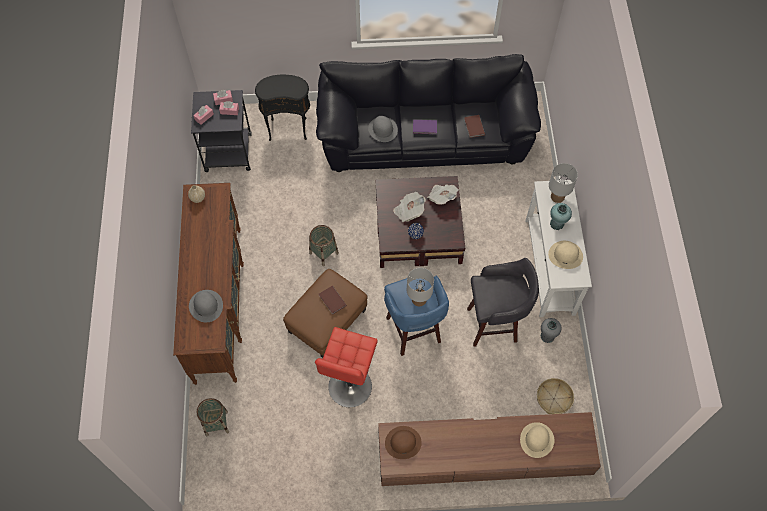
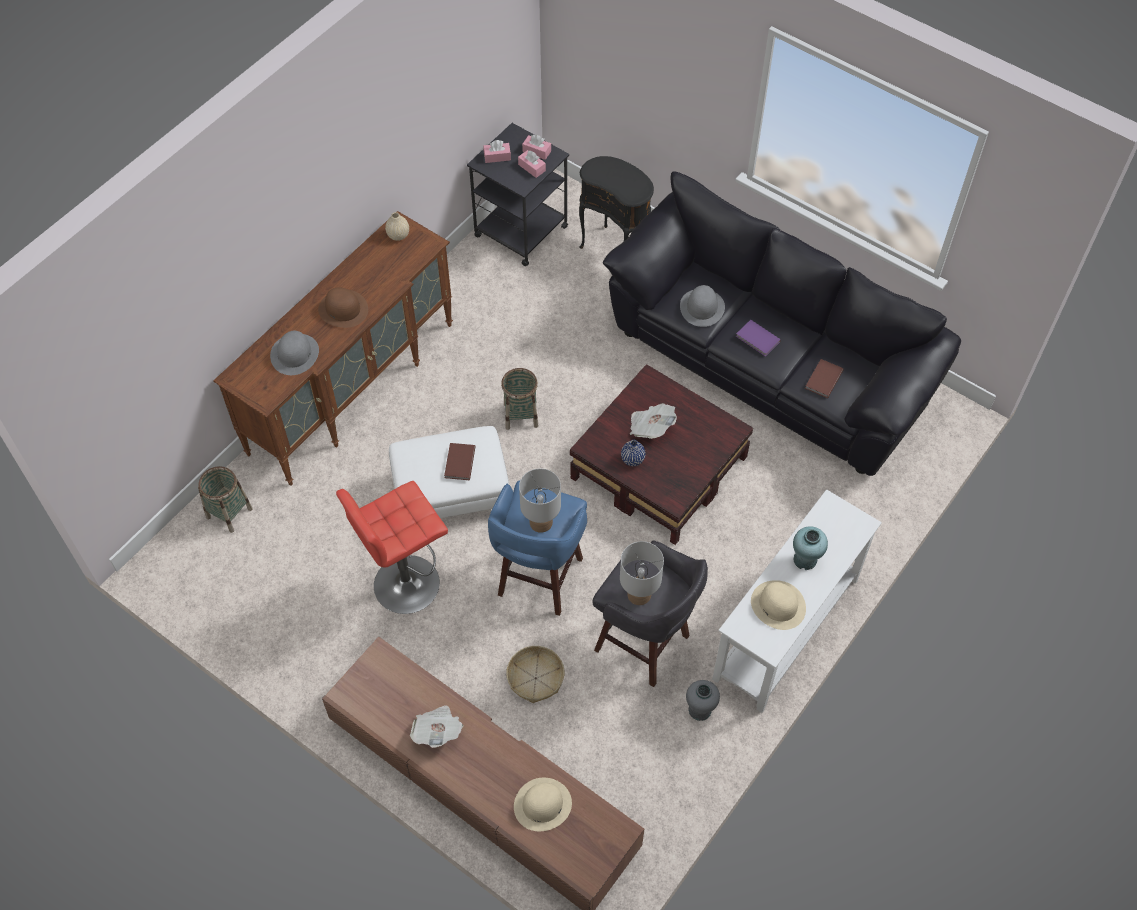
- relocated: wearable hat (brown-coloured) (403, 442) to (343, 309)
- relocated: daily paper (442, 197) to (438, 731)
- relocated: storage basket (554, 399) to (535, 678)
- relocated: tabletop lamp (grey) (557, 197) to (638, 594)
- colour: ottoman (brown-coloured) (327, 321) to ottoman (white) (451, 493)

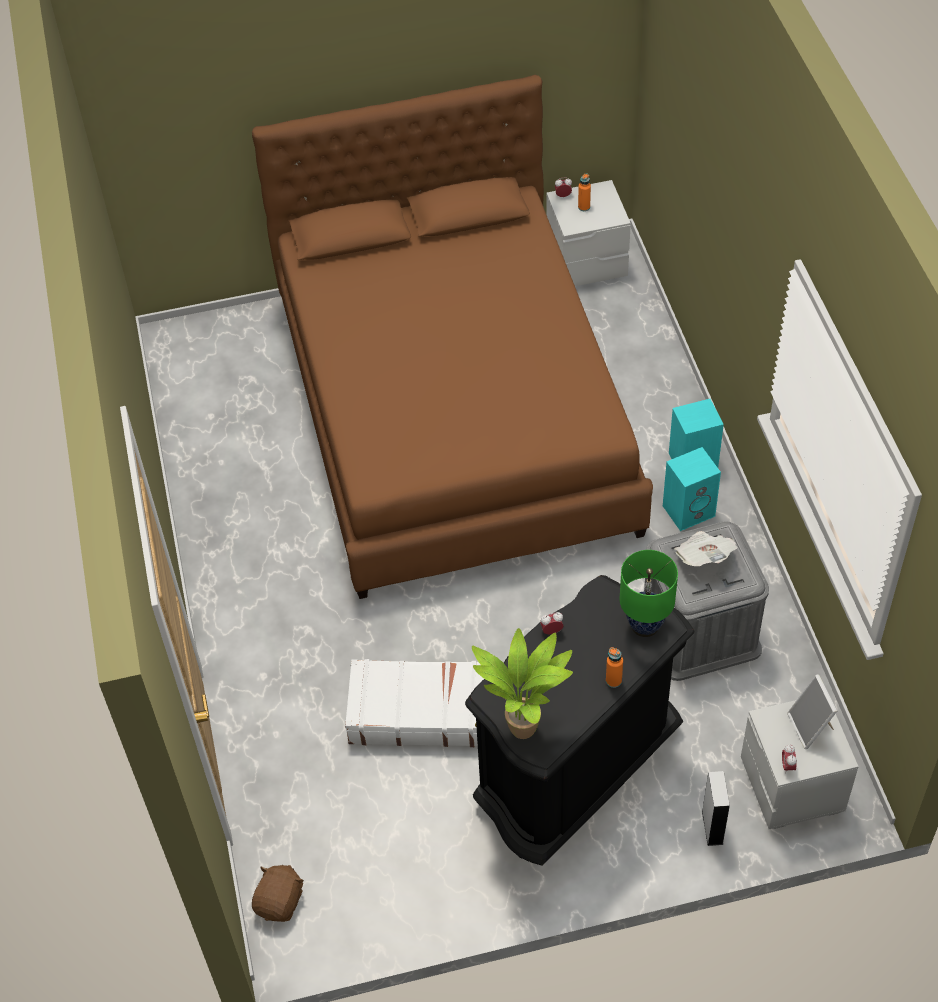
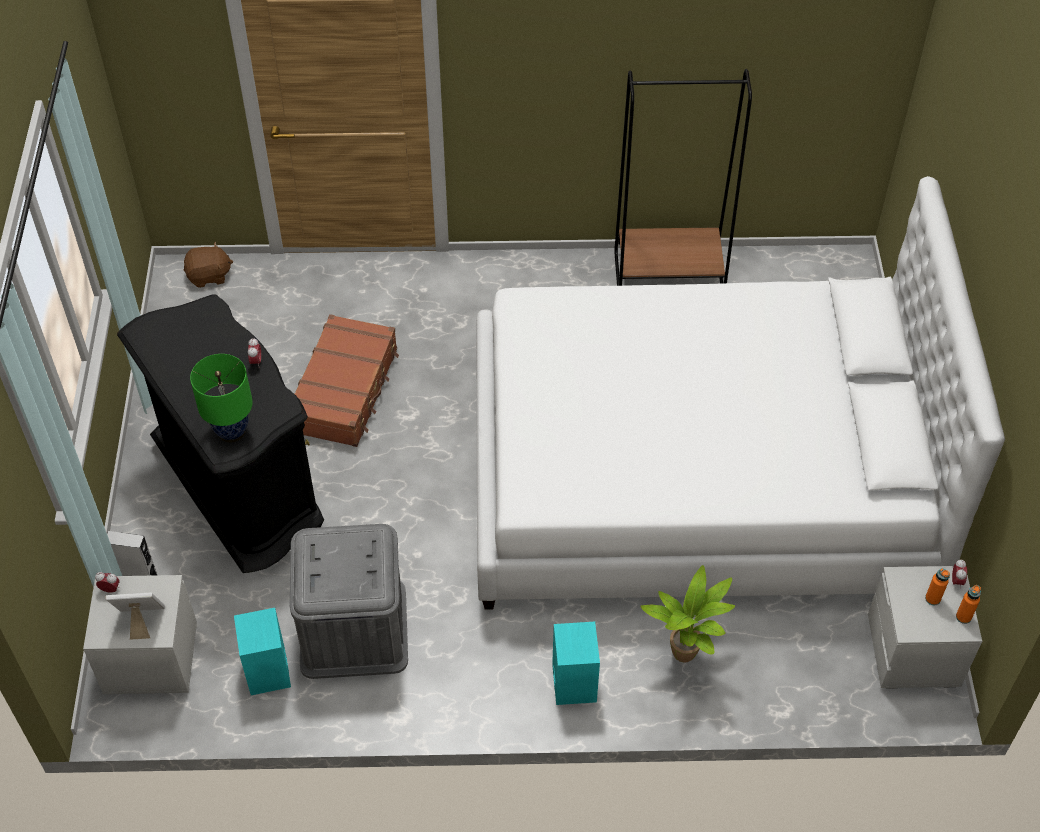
- missing: daily paper (704, 557)
- appeared: clothes rack (669, 274)
- relocated: plant in a pot (526, 726) to (686, 657)
- relocated: drink bottle (orange) (613, 680) to (963, 617)
- relocated: loudspeaker (turquoise) (689, 510) to (269, 672)
- colour: sleeping bed (brown-coloured) (454, 411) to sleeping bed (white) (698, 477)
- colour: travel case (white) (421, 711) to travel case (brown-coloured) (346, 390)
- spun: soft toy (brown-coloured) (280, 902) = (209, 276) 45 degrees counterclockwise

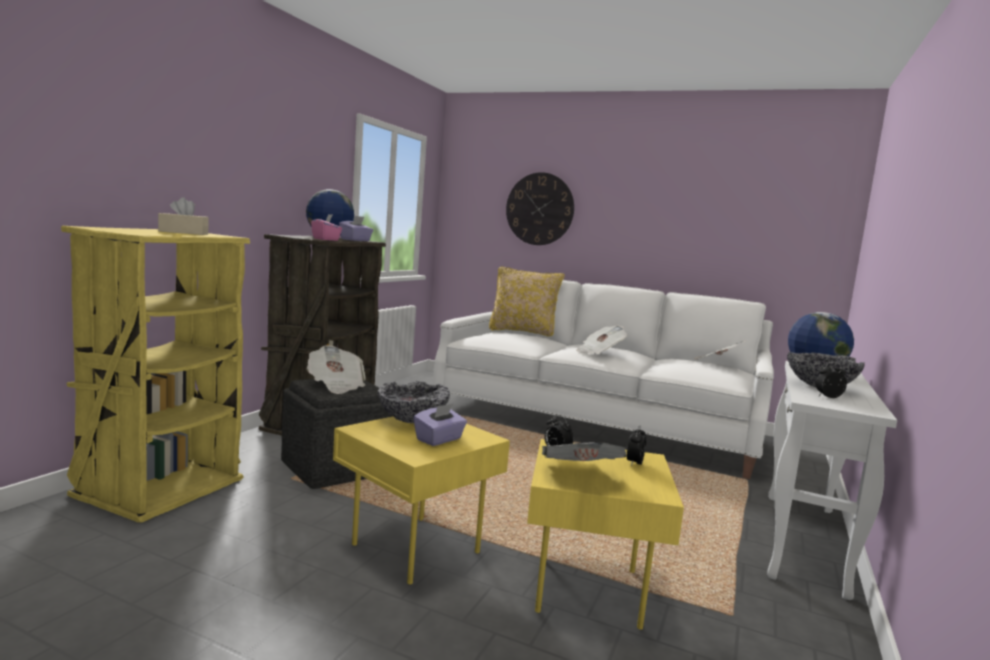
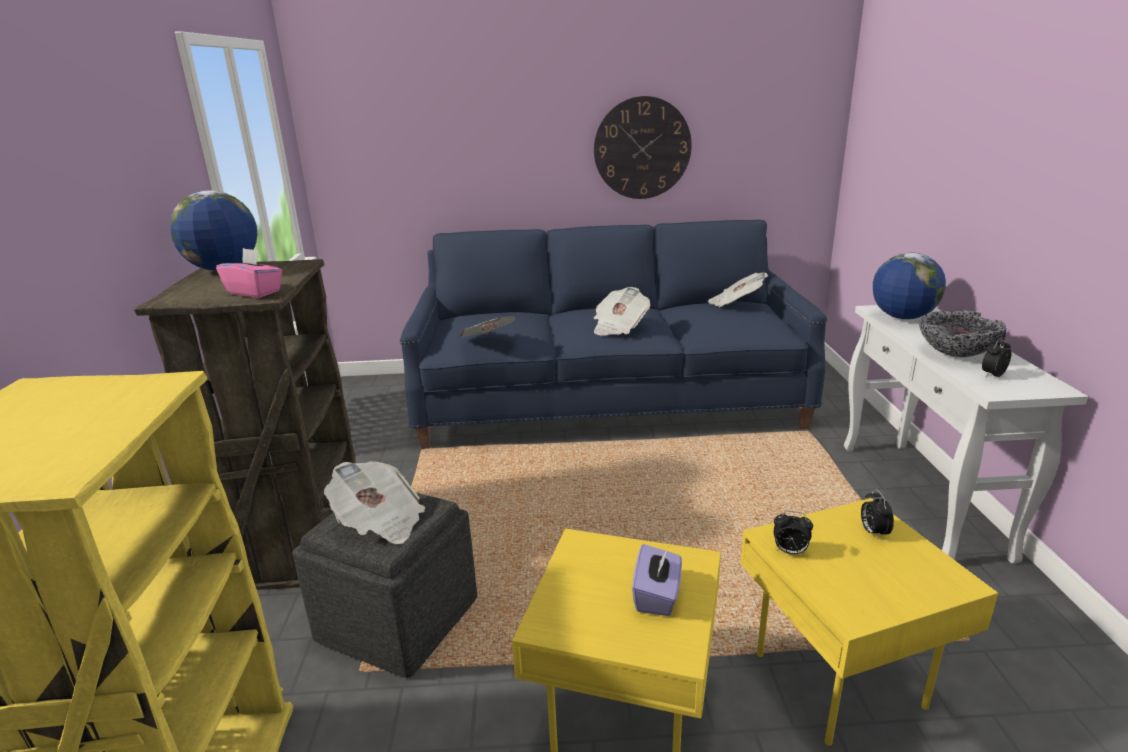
- missing: tissue holder (beige) (183, 233)
- missing: tissue holder (purple-coloured) (355, 240)
- missing: serving bowl (411, 421)
- missing: throw pillow (yellow-coloured) (522, 333)
- relocated: wall clock (539, 209) to (642, 148)
- relocated: daily paper (580, 475) to (488, 342)
- colour: couch (white) (596, 423) to couch (blue) (607, 400)

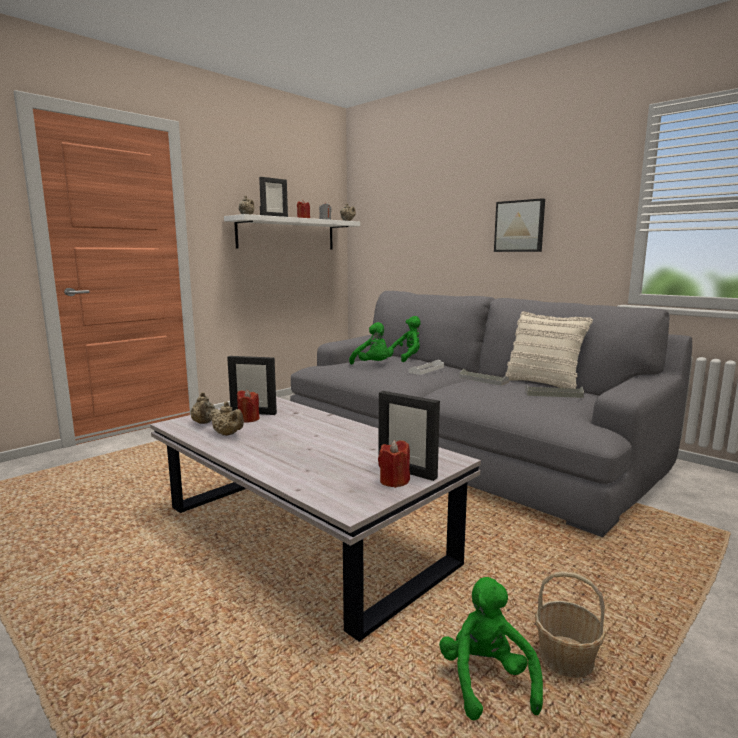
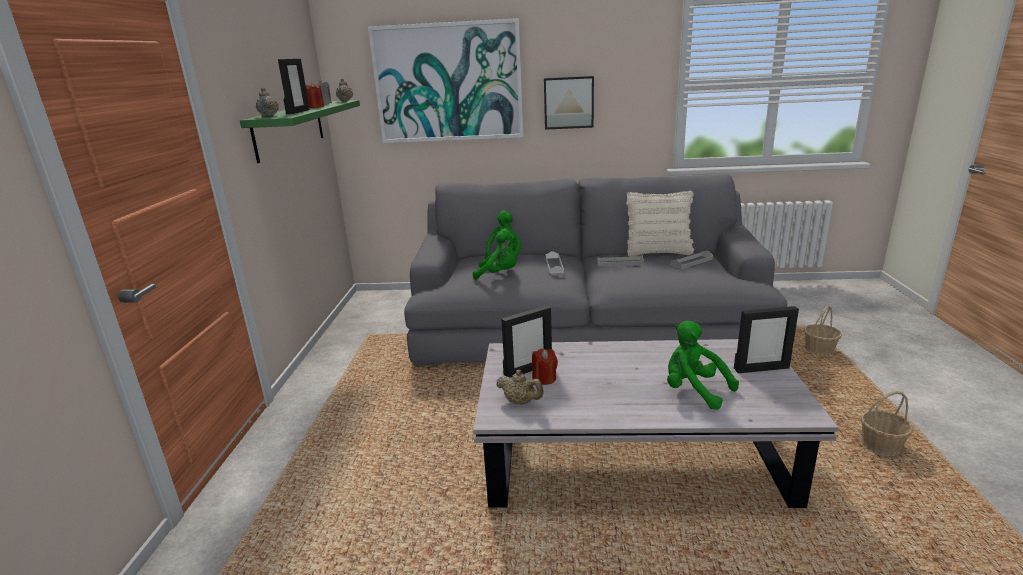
- missing: pot for tea (beige) (228, 434)
- missing: wax light (red) (394, 481)
- appeared: picture (448, 83)
- appeared: storage basket (819, 350)
- relocated: soft toy (green) (486, 680) to (694, 390)
- colour: wall shelf (white) (287, 234) to wall shelf (green) (290, 129)

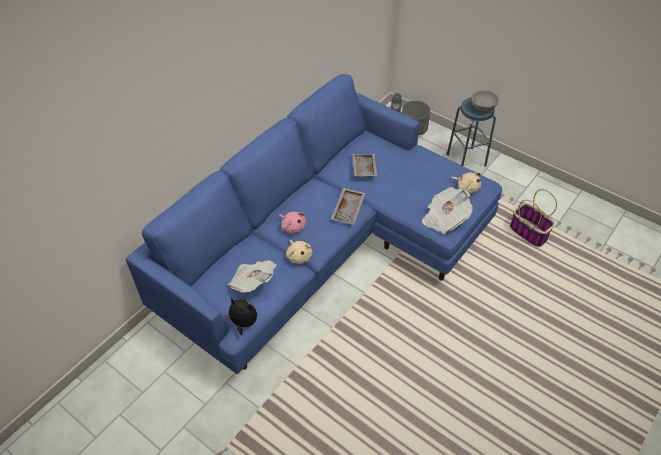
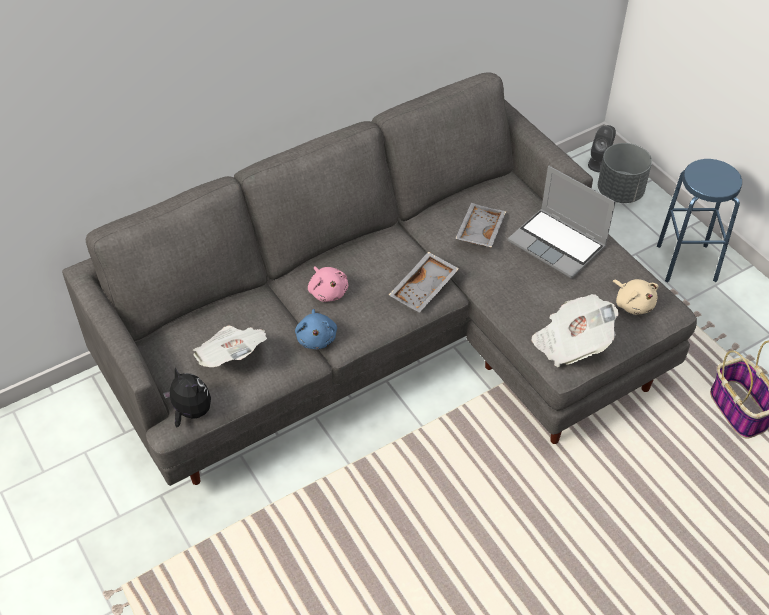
- missing: serving bowl (grey) (483, 108)
- appeared: portable computer (558, 244)
- colour: couch (blue) (324, 250) to couch (grey) (390, 343)
- colour: soft toy (beige) (299, 256) to soft toy (blue) (316, 338)

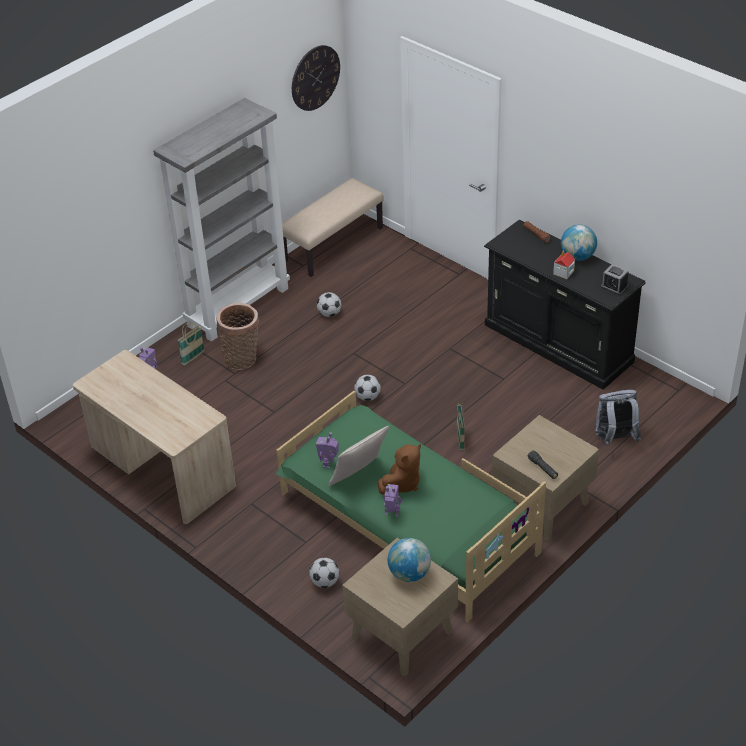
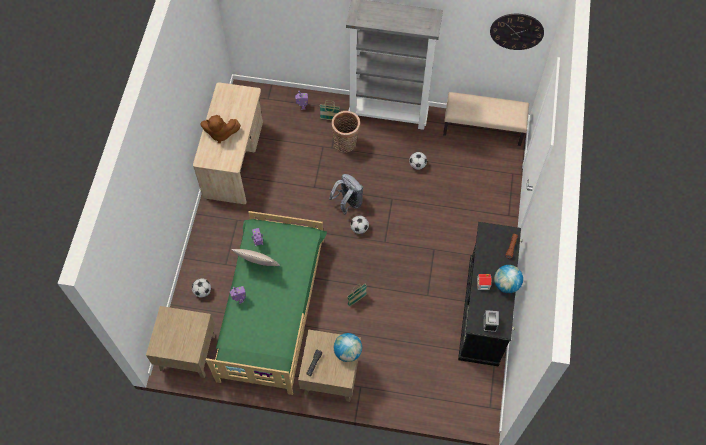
- relocated: soft toy (brown-coloured) (402, 483) to (220, 134)
- relocated: world globe (409, 573) to (348, 352)
- relocated: backpack (grey) (614, 439) to (348, 203)

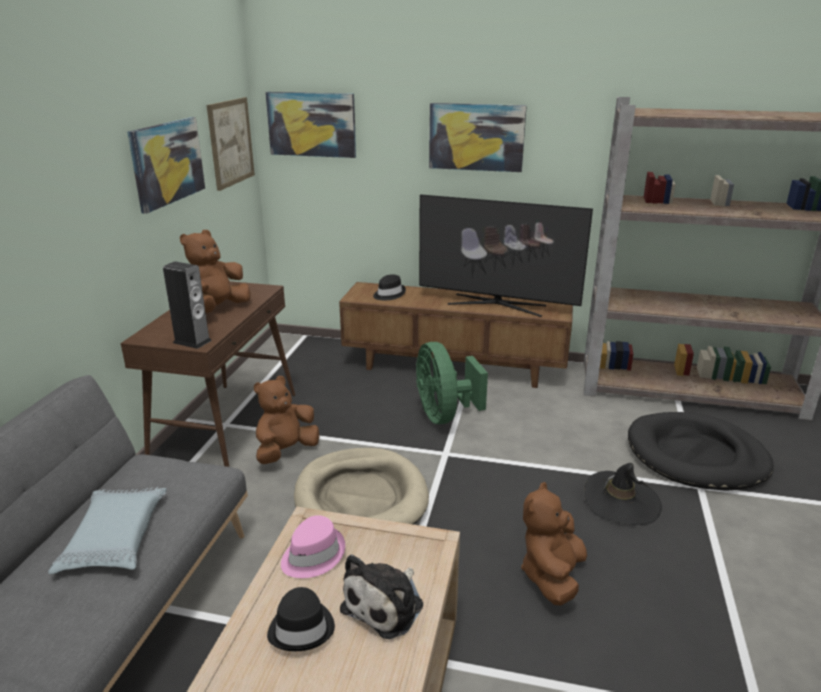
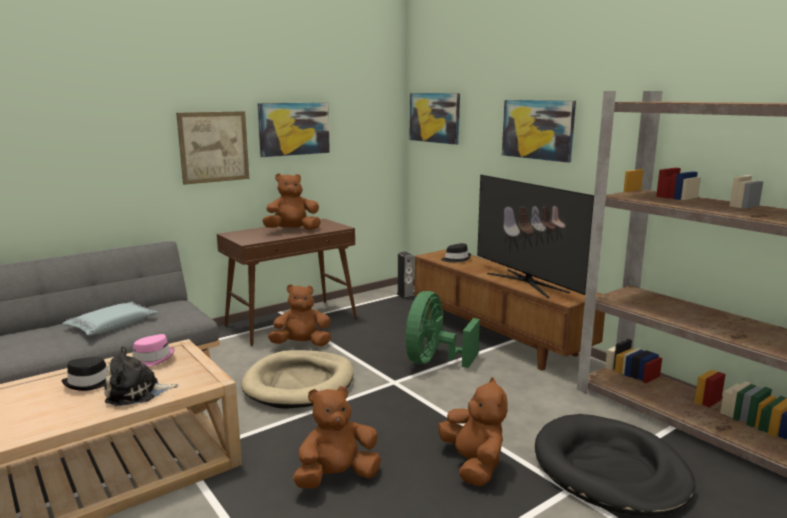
- relocated: loudspeaker (192, 341) to (405, 295)
- relocated: picture (231, 142) to (214, 147)
- exchanged: wearable hat (black) (621, 502) to soft toy (brown-coloured) (473, 465)

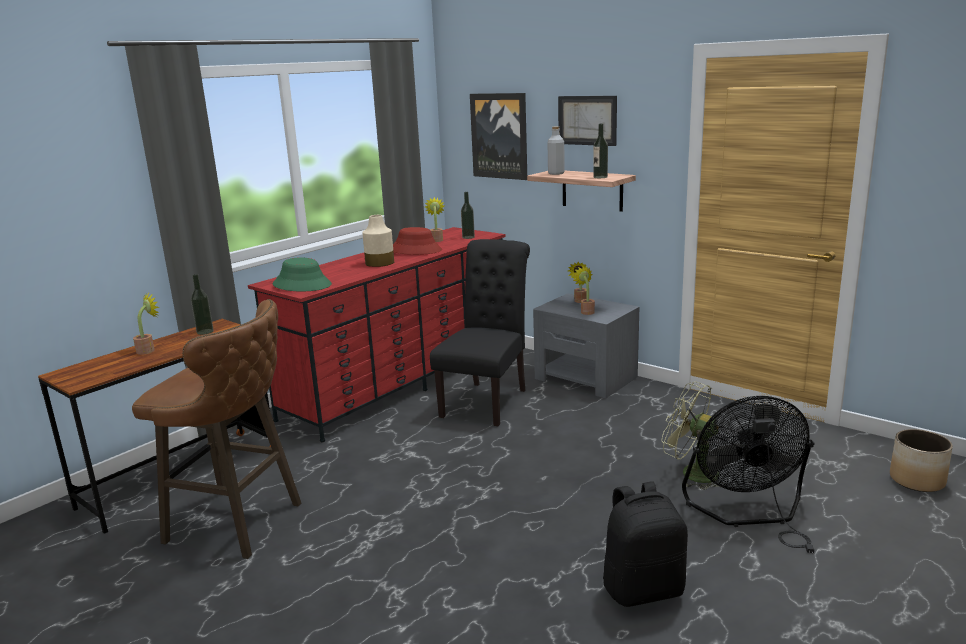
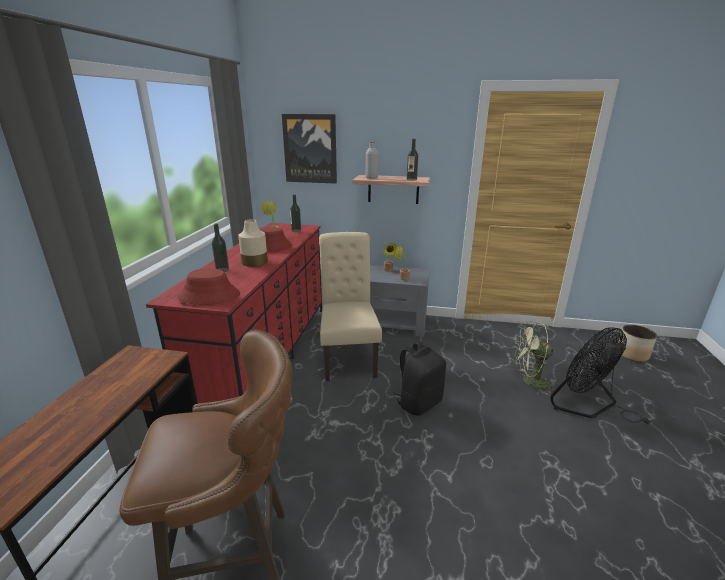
- missing: plant in a pot (149, 350)
- missing: picture (587, 120)
- relocated: drink bottle (205, 331) to (222, 270)
- relocated: backpack (black) (643, 589) to (419, 402)
- colour: wearable hat (green) (302, 285) to wearable hat (red) (209, 295)
- colour: upright chair (black) (487, 400) to upright chair (beige) (348, 356)

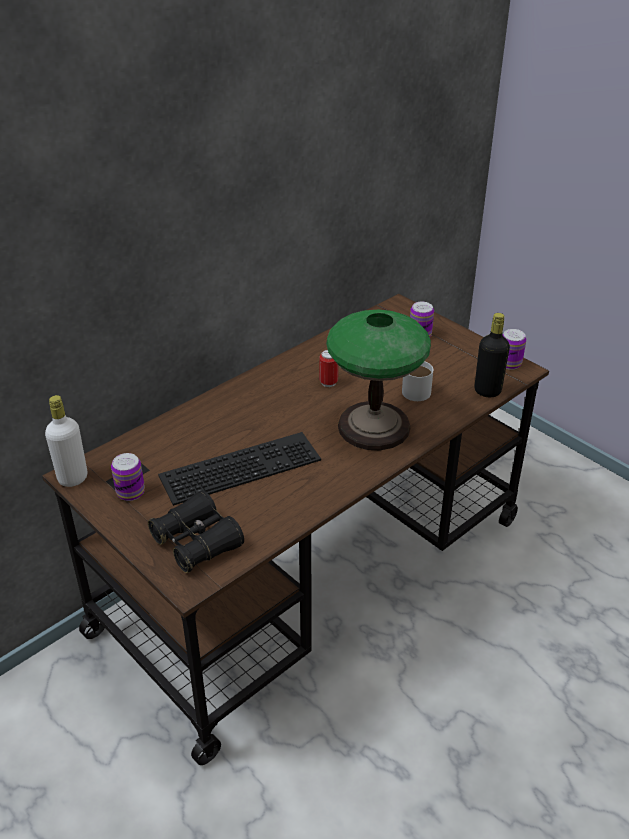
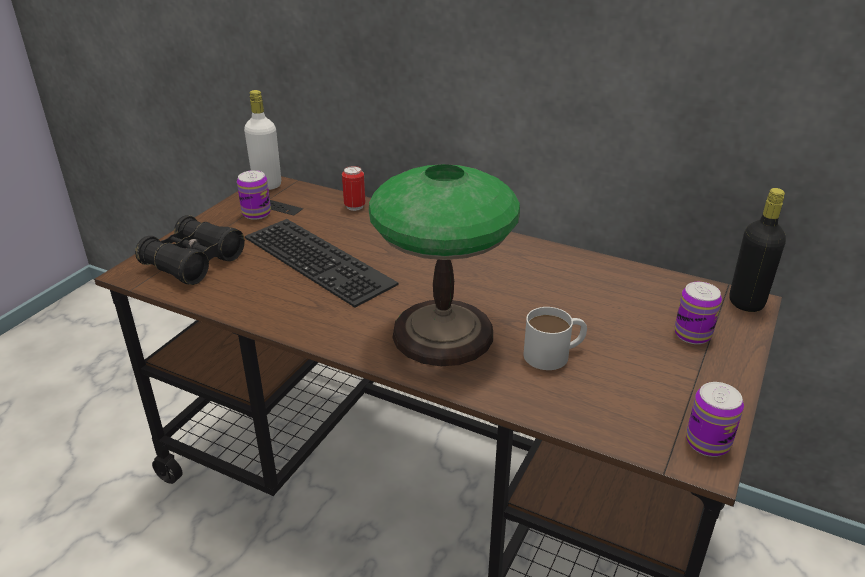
- relocated: can (328, 382) to (355, 206)
- relocated: drink bottle (black) (487, 391) to (746, 303)

